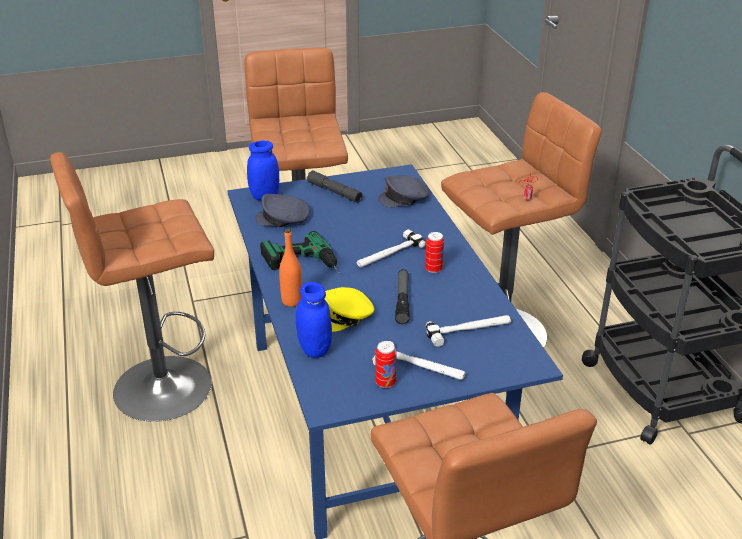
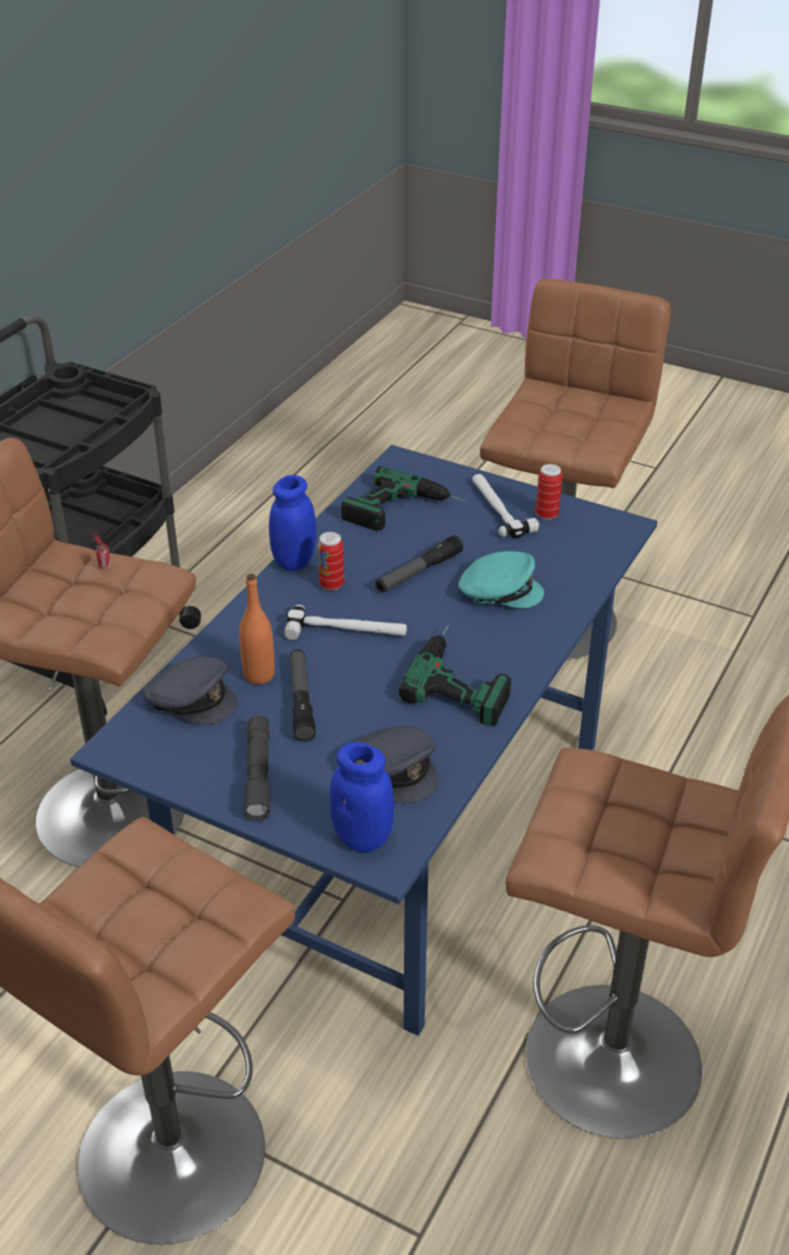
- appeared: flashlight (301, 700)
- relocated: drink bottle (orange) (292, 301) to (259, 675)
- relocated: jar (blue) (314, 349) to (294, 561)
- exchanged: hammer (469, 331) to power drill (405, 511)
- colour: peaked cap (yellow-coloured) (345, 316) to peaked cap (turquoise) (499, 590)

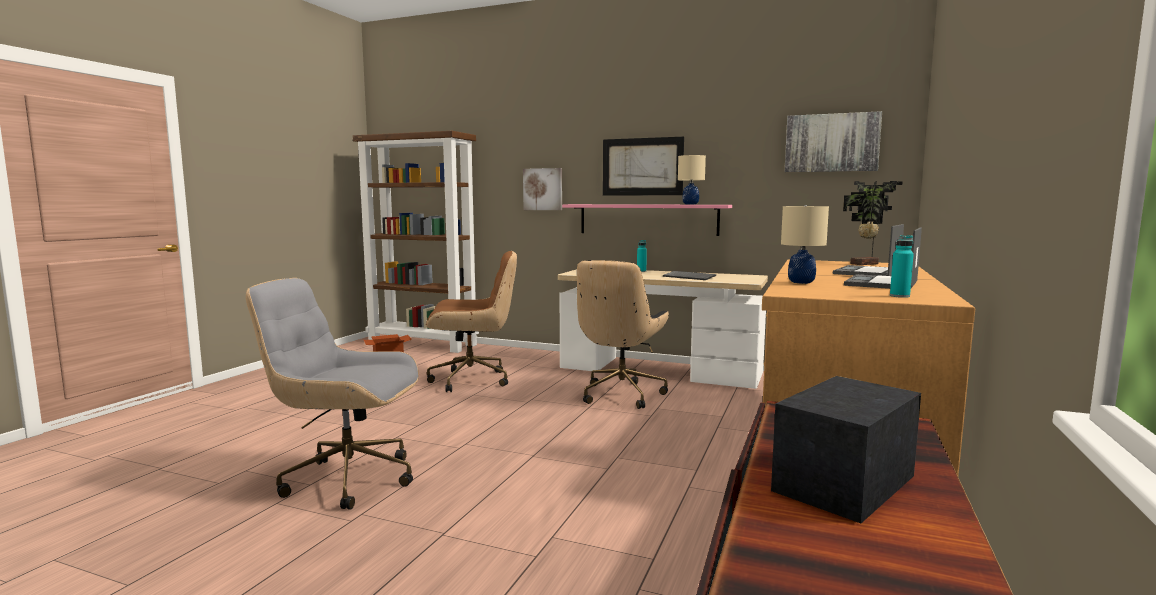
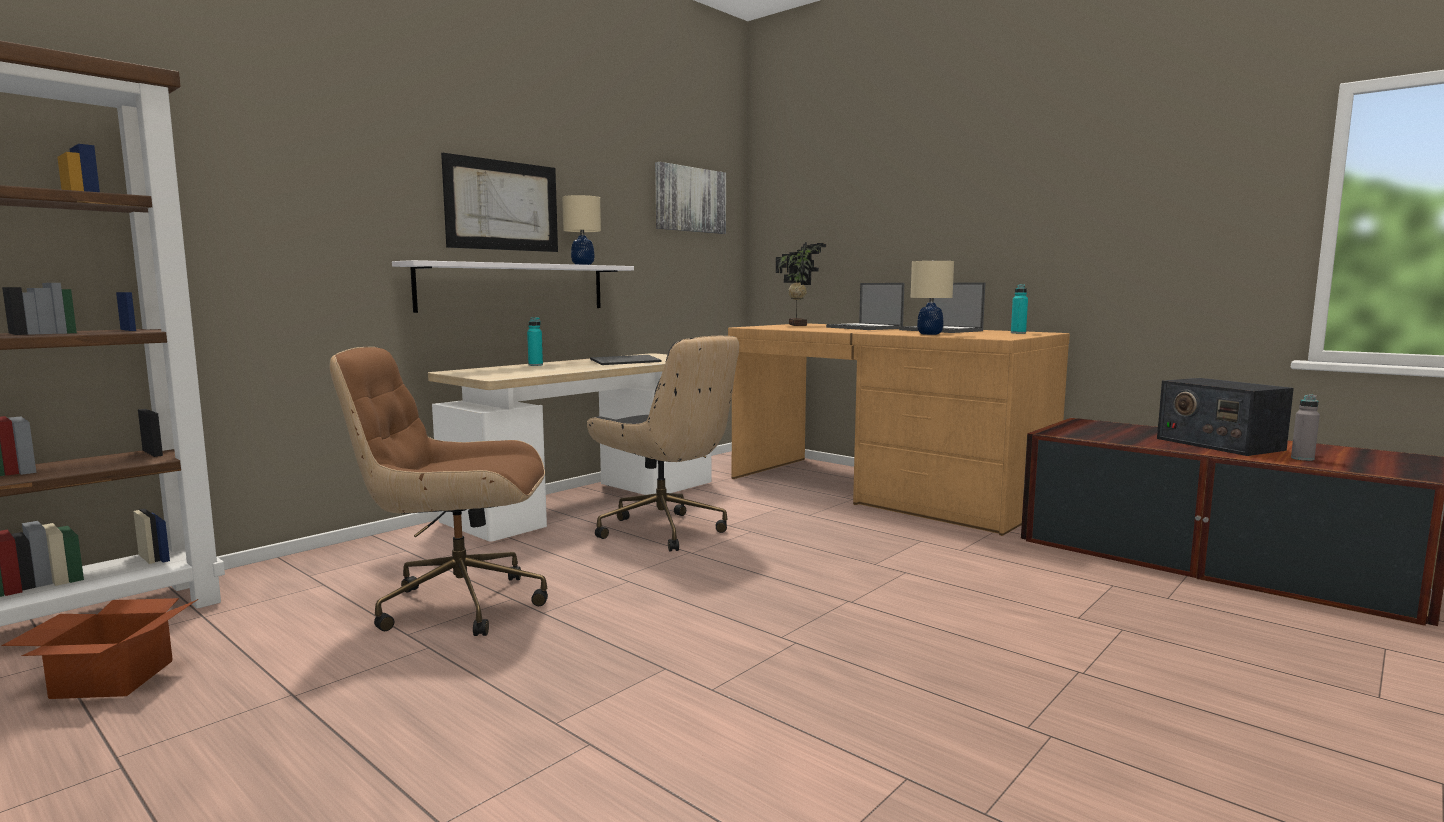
- missing: computer chair (grey) (345, 479)
- missing: picture (543, 189)
- appeared: drink bottle (grey) (1302, 458)
- colour: wall shelf (pink-coloured) (647, 219) to wall shelf (white) (514, 287)
- spun: computer chair (brown-coloured) (473, 380) = (456, 605) 105 degrees counterclockwise

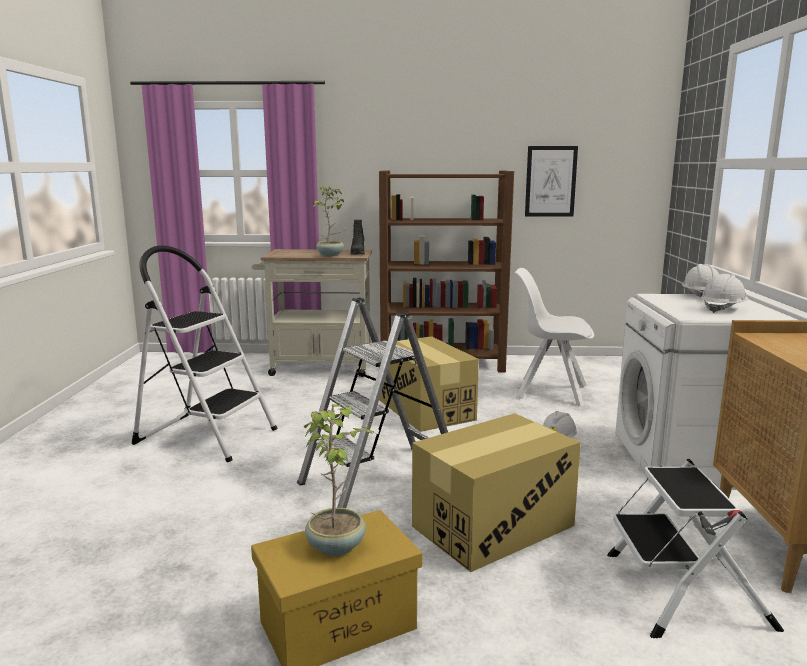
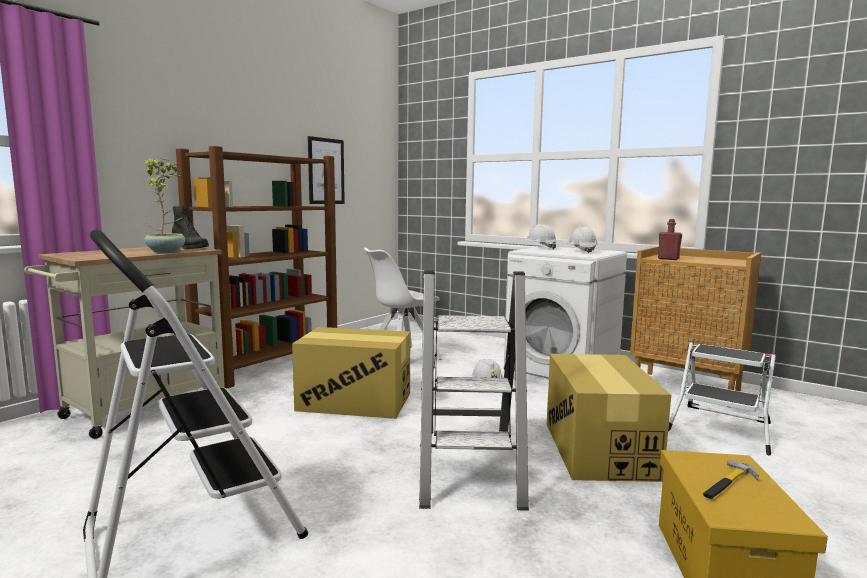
- appeared: drink bottle (red) (668, 259)
- exchanged: plant in a pot (337, 545) to hammer (728, 484)

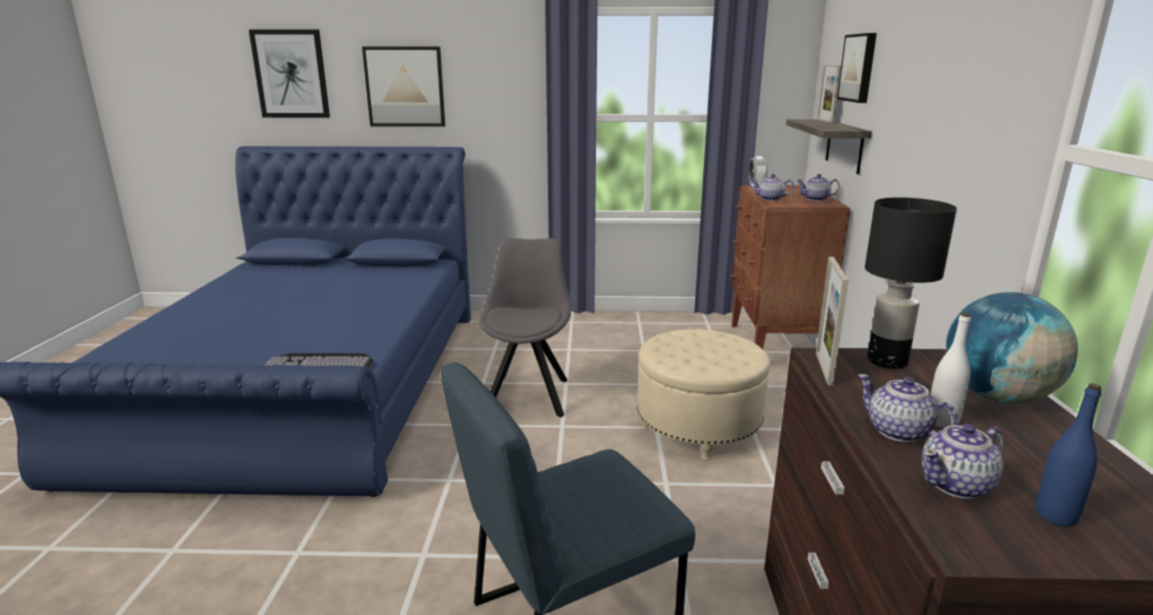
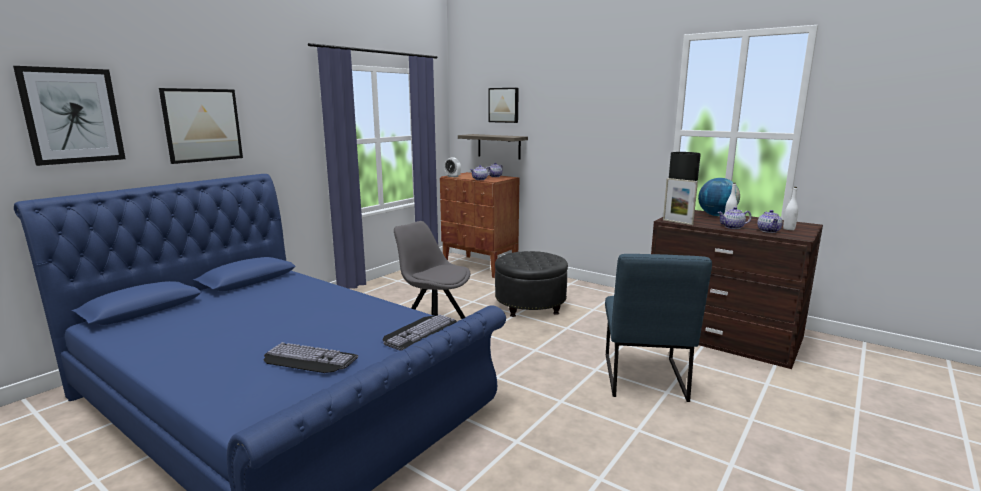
- missing: photo frame (825, 121)
- appeared: computer keyboard (306, 359)
- colour: ottoman (beige) (698, 428) to ottoman (black) (530, 306)
- colour: drink bottle (blue) (1055, 516) to drink bottle (white) (788, 229)

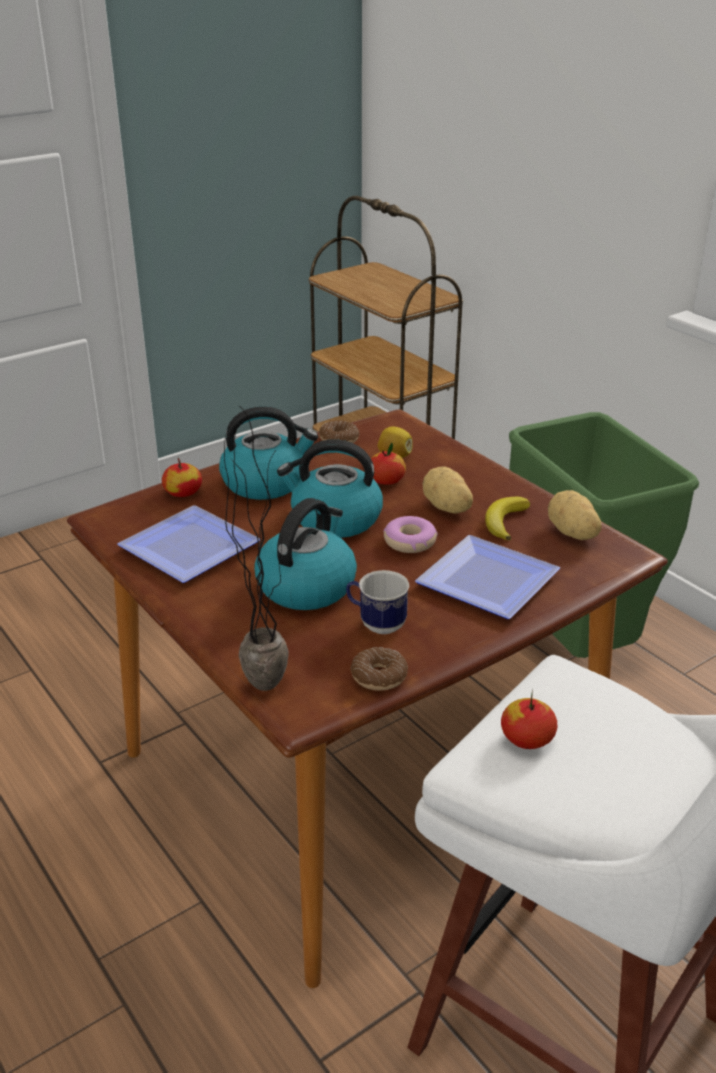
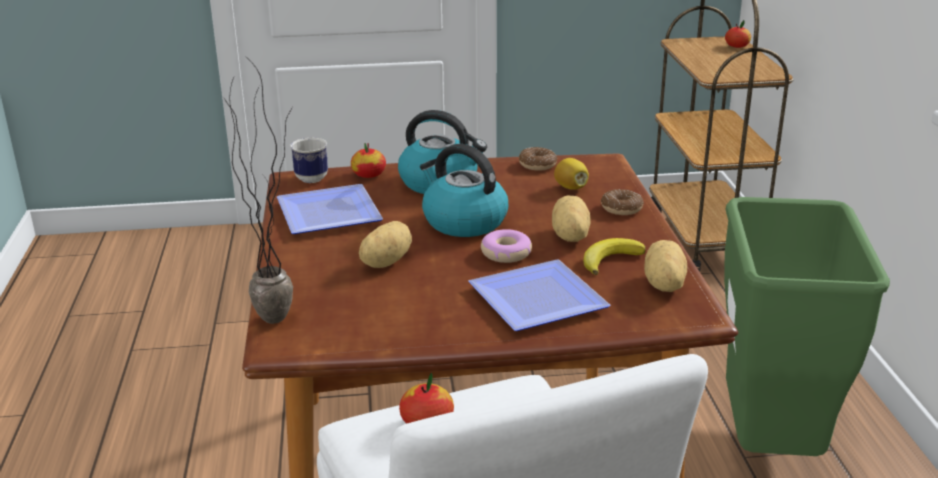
- relocated: tea mug (376, 624) to (308, 177)
- relocated: doughnut (379, 676) to (621, 209)
- relocated: apple (386, 480) to (737, 46)
- exchanged: water kettle (307, 585) to spud (384, 262)

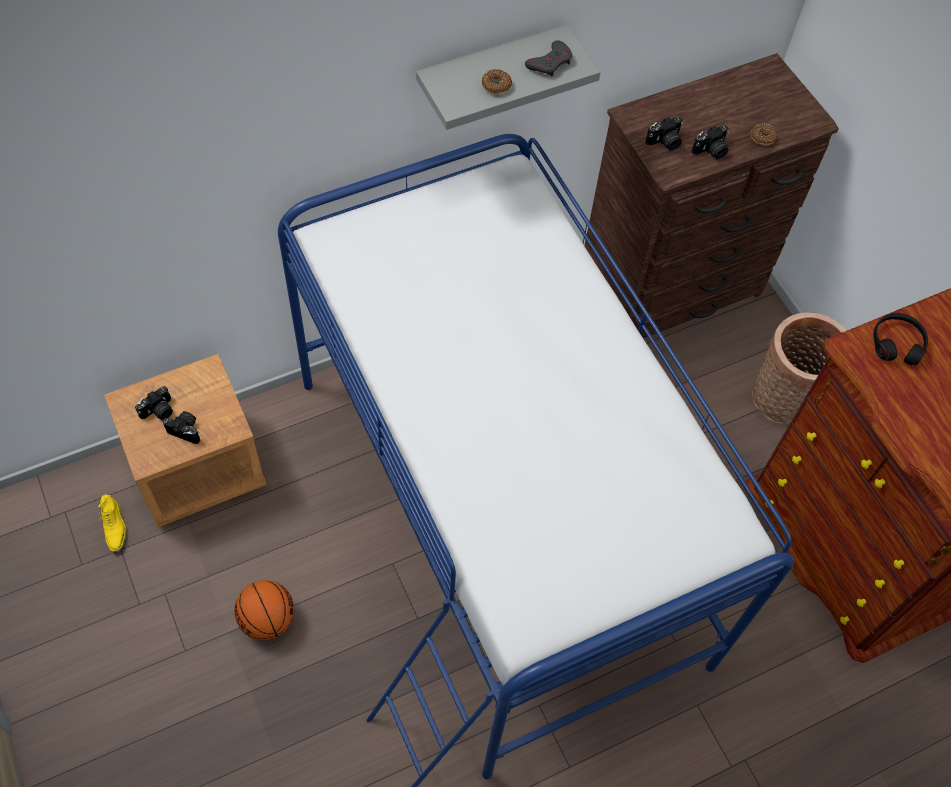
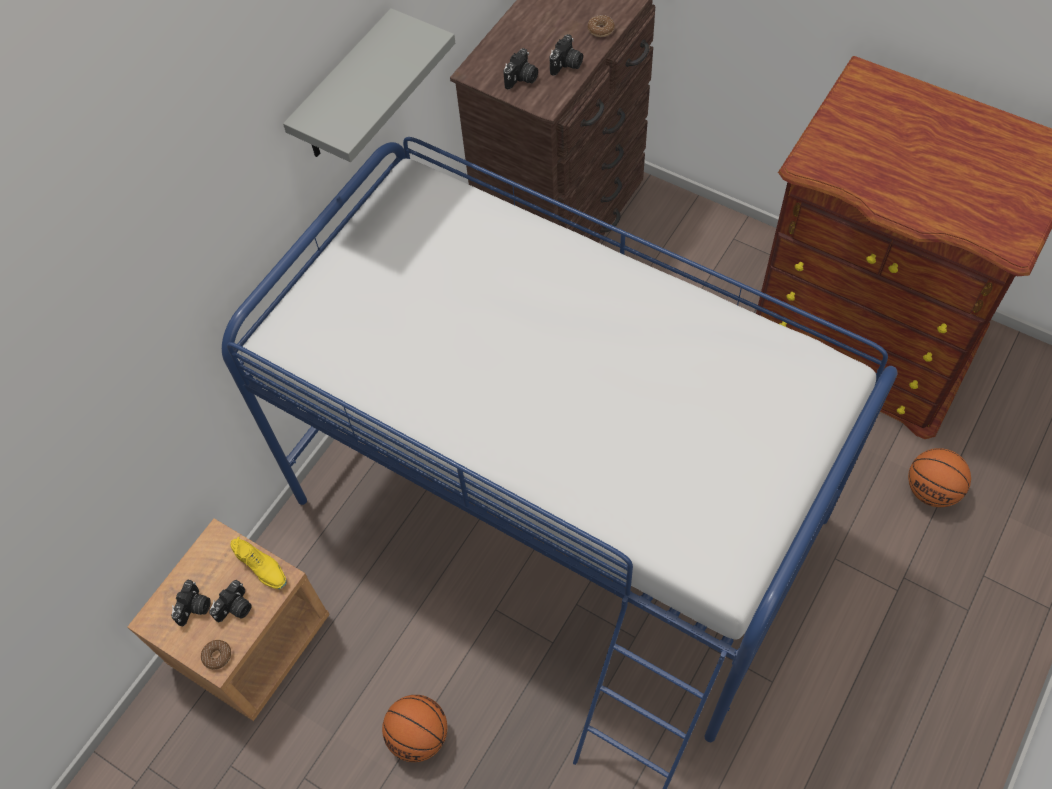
- missing: gamepad (grey) (550, 63)
- missing: storage basket (783, 402)
- missing: headset (black) (896, 343)
- appeared: ball for basketball (931, 490)
- relocated: low shoe (yellow-coloured) (114, 527) to (262, 567)
- relocated: doughnut (496, 85) to (217, 656)
- spun: photo camera (186, 430) = (235, 608) 135 degrees clockwise

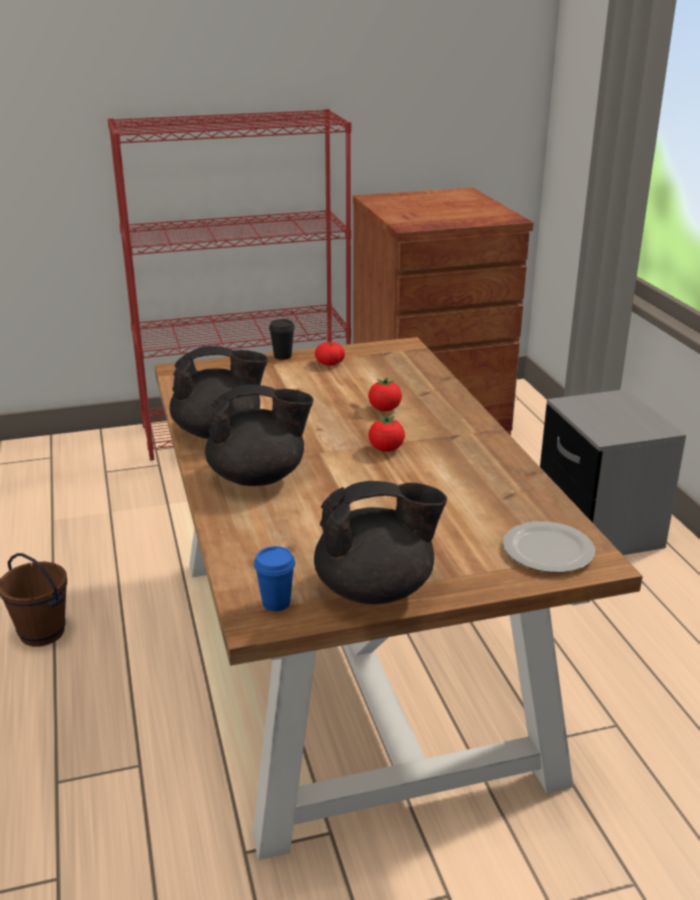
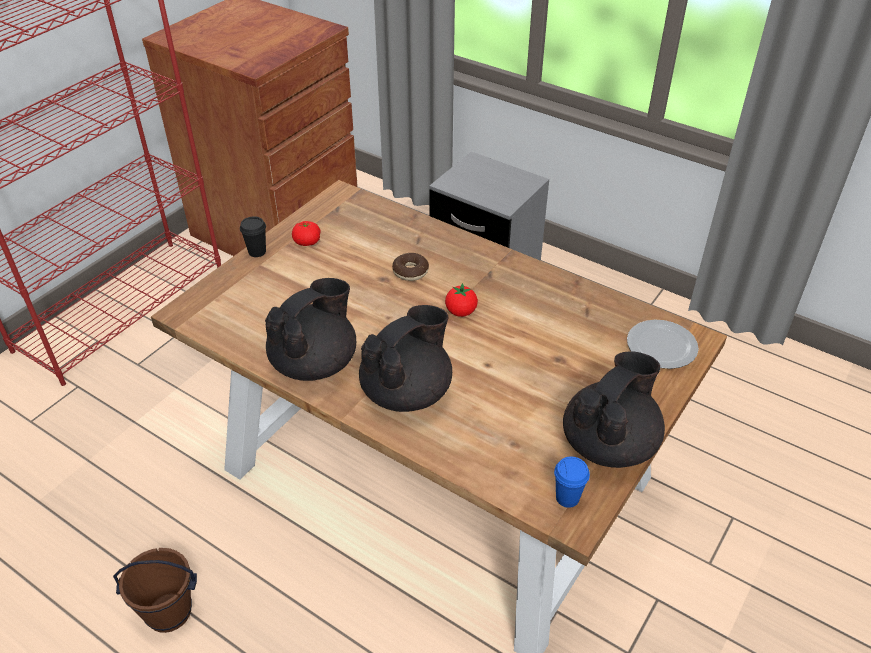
- exchanged: fresh tomato (384, 409) to doughnut (410, 271)

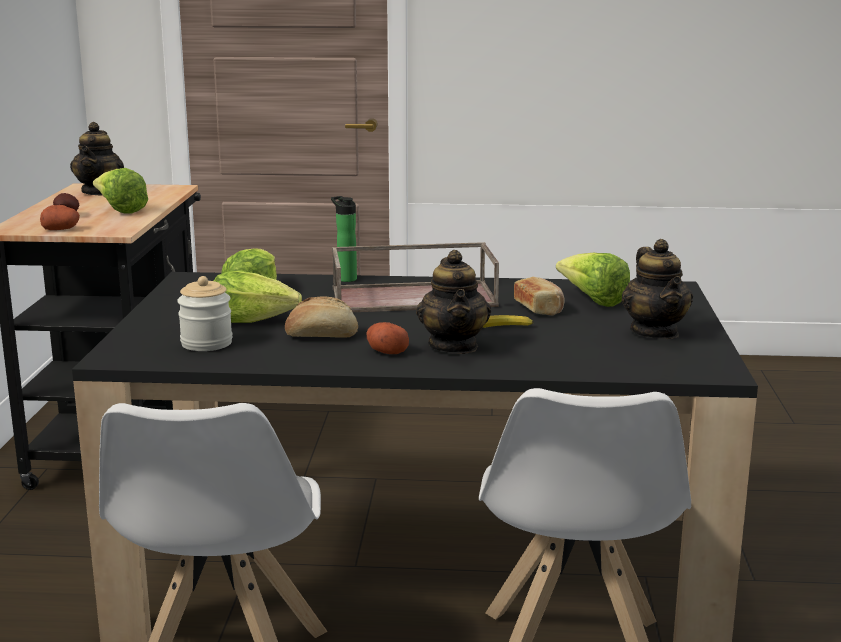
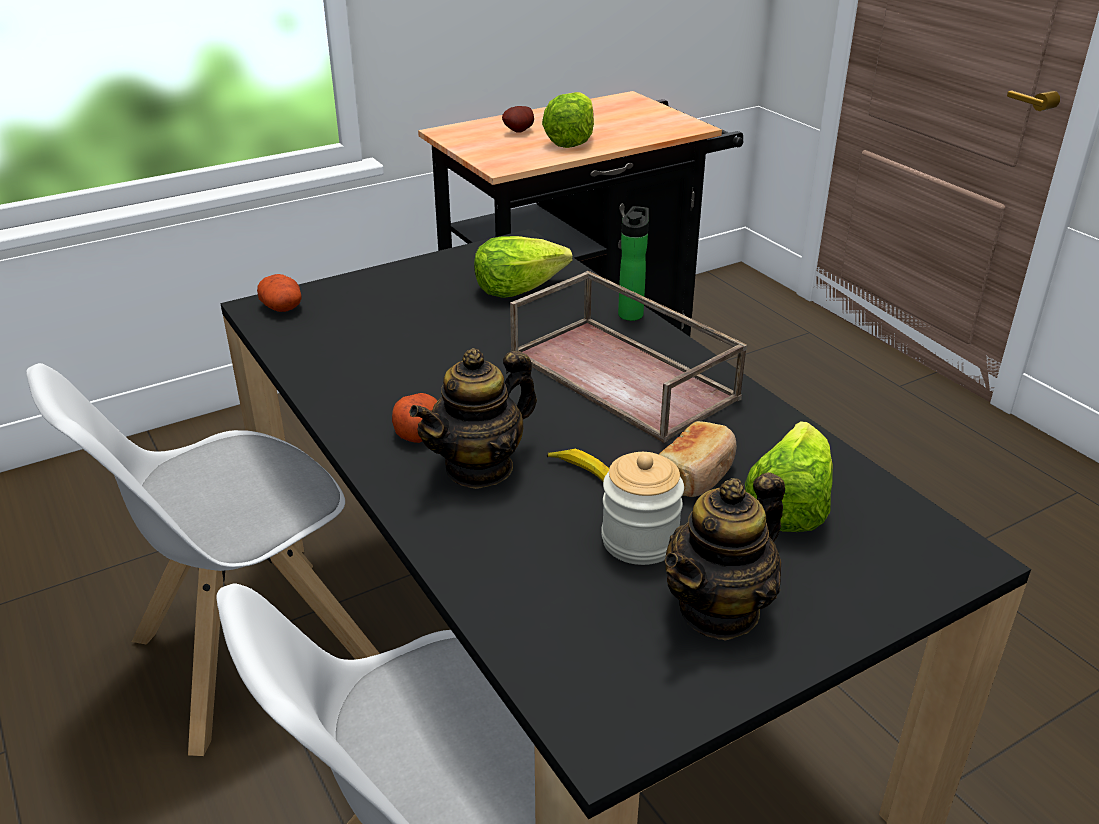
- missing: pot for tea (100, 192)
- missing: lettuce head (253, 320)
- missing: bread (321, 336)
- relocated: spud (61, 229) to (283, 308)
- relocated: jar (206, 343) to (640, 541)

